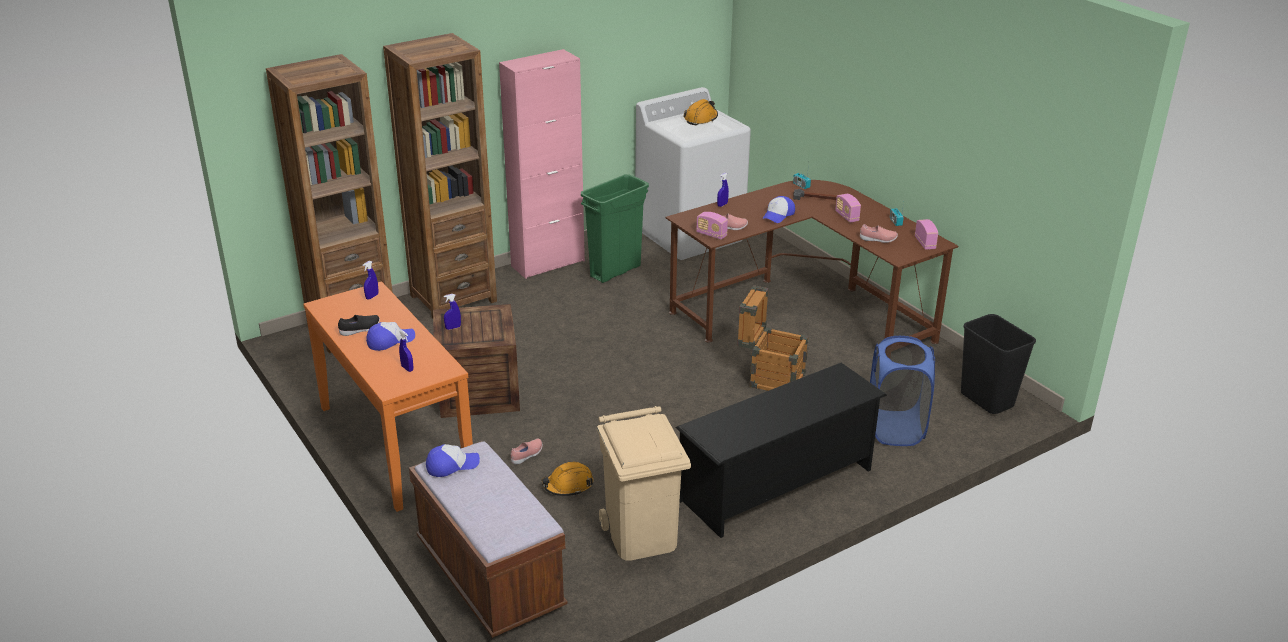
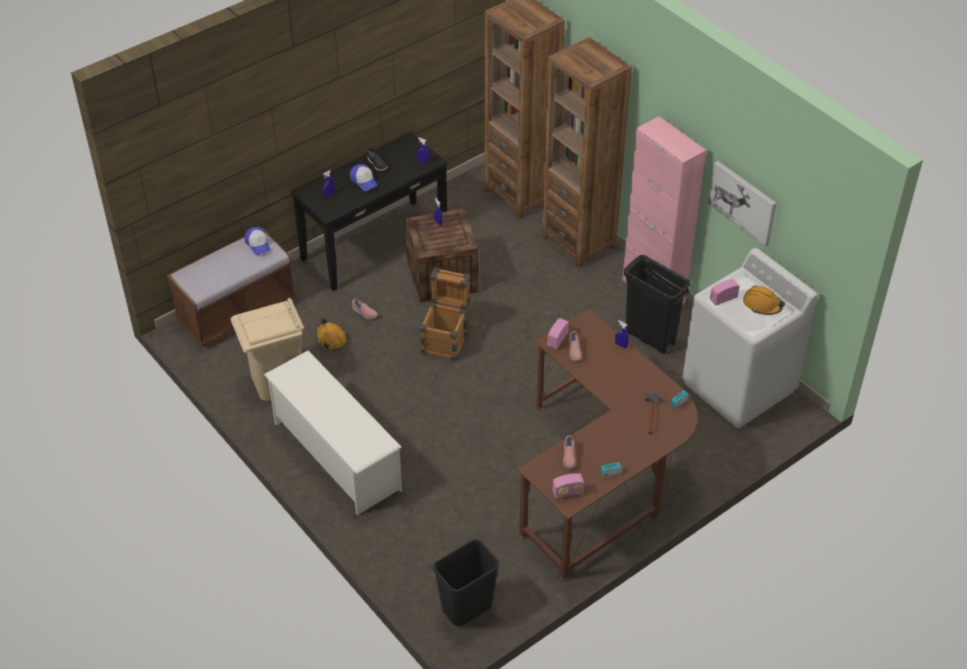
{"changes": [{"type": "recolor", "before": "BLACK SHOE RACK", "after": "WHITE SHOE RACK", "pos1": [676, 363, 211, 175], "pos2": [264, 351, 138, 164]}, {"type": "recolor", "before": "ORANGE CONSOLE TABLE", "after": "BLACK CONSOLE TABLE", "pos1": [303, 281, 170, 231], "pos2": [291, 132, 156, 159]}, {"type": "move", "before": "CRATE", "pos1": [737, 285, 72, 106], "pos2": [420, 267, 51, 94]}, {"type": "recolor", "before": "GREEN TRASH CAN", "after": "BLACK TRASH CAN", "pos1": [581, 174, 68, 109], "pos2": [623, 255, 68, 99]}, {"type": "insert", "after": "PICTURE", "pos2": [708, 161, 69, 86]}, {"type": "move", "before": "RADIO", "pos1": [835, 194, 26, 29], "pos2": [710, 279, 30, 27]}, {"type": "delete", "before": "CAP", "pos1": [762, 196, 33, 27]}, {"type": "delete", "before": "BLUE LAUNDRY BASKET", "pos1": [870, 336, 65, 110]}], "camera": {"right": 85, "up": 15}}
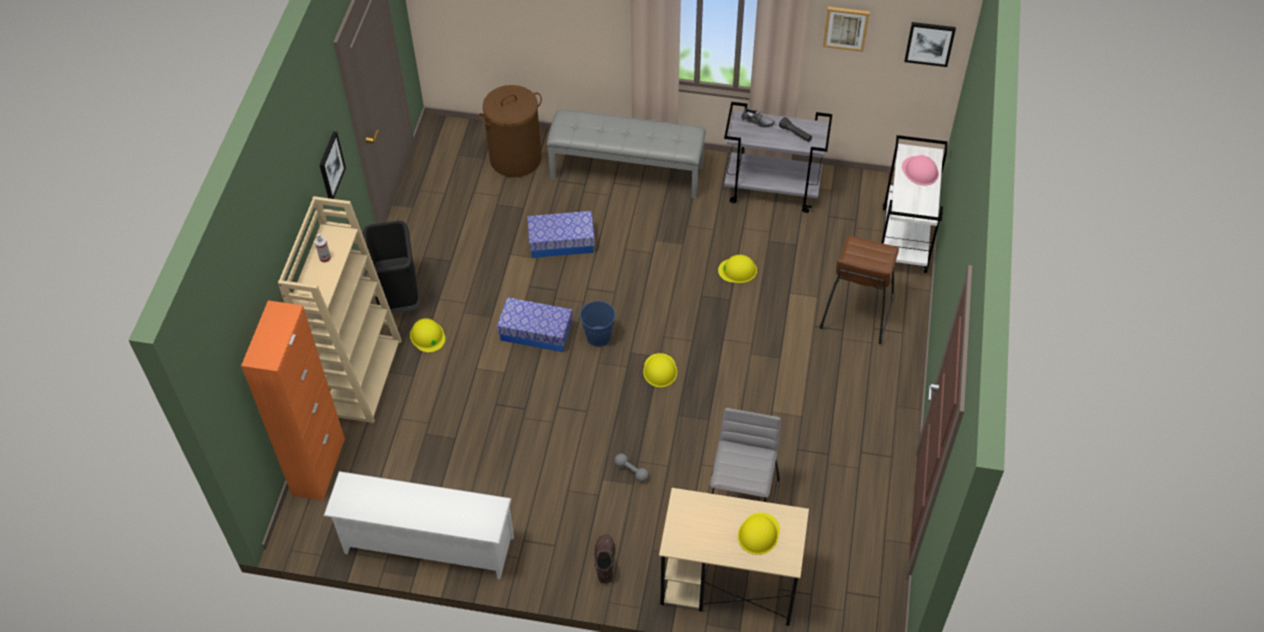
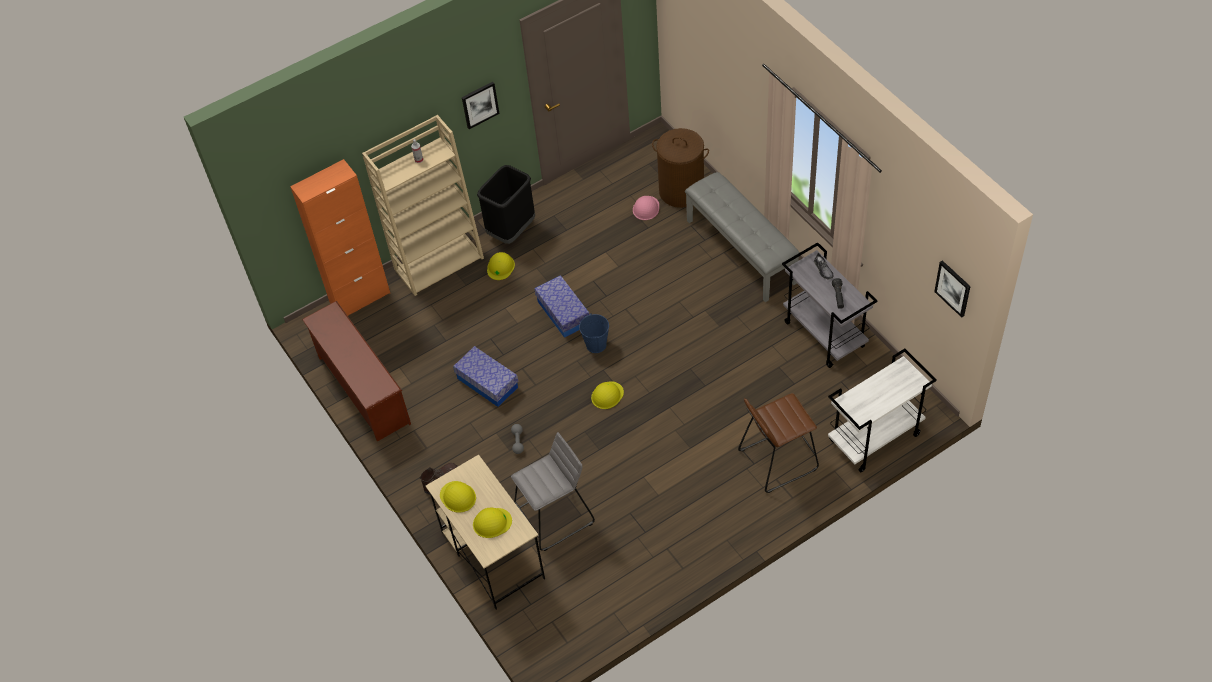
{"changes": [{"type": "recolor", "before": "WHITE SHOE RACK", "after": "BROWN SHOE RACK", "pos1": [324, 471, 190, 108], "pos2": [302, 301, 109, 141]}, {"type": "move", "before": "YELLOW HARD HAT", "pos1": [718, 255, 39, 28], "pos2": [440, 481, 36, 32]}, {"type": "move", "before": "STORAGE BOX", "pos1": [527, 211, 68, 47], "pos2": [453, 346, 66, 61]}, {"type": "move", "before": "PINK HARD HAT", "pos1": [902, 155, 37, 30], "pos2": [633, 196, 26, 24]}, {"type": "delete", "before": "PICTURE", "pos1": [823, 7, 47, 45]}], "camera": {"right": 50, "up": 0}}
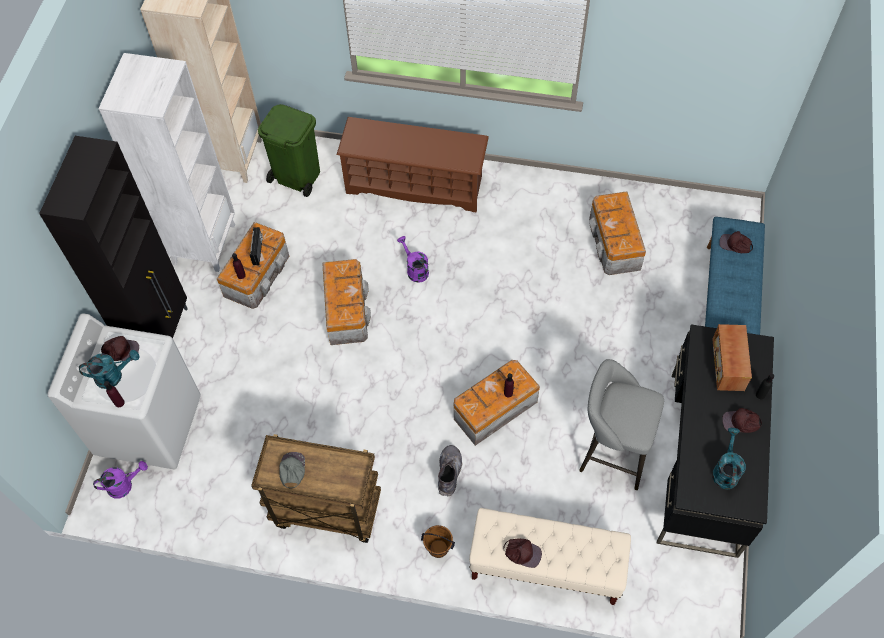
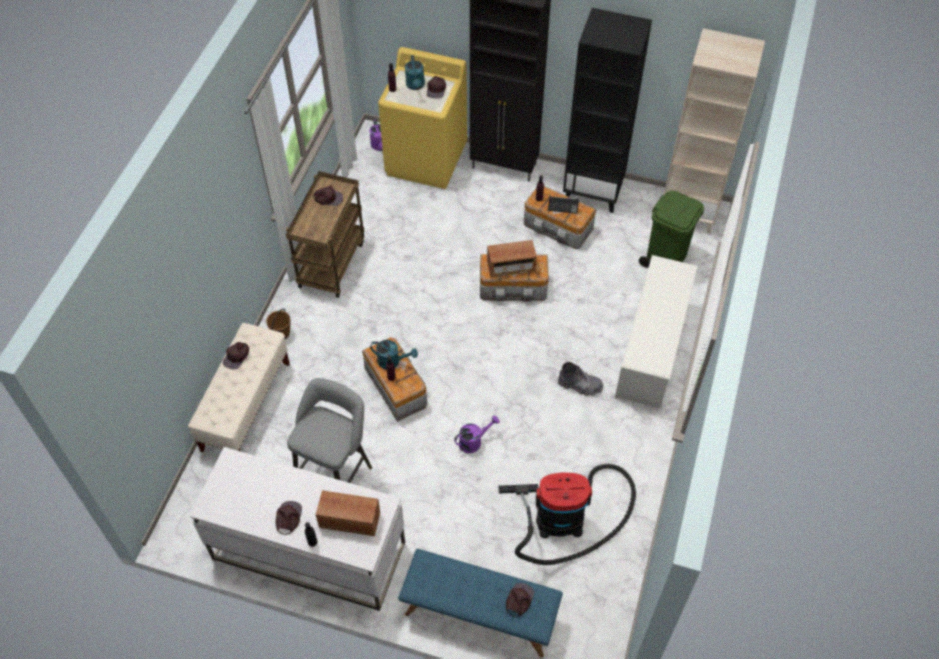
{"changes": [{"type": "recolor", "before": "BLACK DESK", "after": "WHITE DESK", "pos1": [657, 324, 117, 234], "pos2": [190, 447, 215, 164]}, {"type": "recolor", "before": "GREY CAP", "after": "BROWN CAP", "pos1": [279, 452, 26, 37], "pos2": [313, 186, 30, 20]}, {"type": "move", "before": "TURQUOISE WATERING CAN", "pos1": [712, 428, 34, 62], "pos2": [370, 340, 48, 30]}, {"type": "recolor", "before": "WHITE WASHING MACHINE", "after": "YELLOW WASHING MACHINE", "pos1": [47, 313, 153, 156], "pos2": [378, 47, 89, 142]}, {"type": "move", "before": "PURPLE WATERING CAN", "pos1": [397, 236, 32, 47], "pos2": [454, 415, 45, 38]}, {"type": "insert", "after": "RADIO", "pos2": [487, 240, 50, 38]}, {"type": "replace", "before": "STORAGE BOX", "after": "VACUUM CLEANER", "pos1": [589, 191, 57, 84], "pos2": [499, 464, 137, 101]}, {"type": "move", "before": "GREY BOOT", "pos1": [438, 445, 25, 52], "pos2": [558, 362, 45, 34]}, {"type": "recolor", "before": "WHITE BOOKCASE", "after": "BLACK BOOKCASE", "pos1": [98, 53, 137, 219], "pos2": [563, 8, 89, 205]}, {"type": "recolor", "before": "BROWN SHOE RACK", "after": "WHITE SHOE RACK", "pos1": [336, 117, 153, 96], "pos2": [615, 255, 83, 153]}], "camera": {"right": 95, "up": -5}}
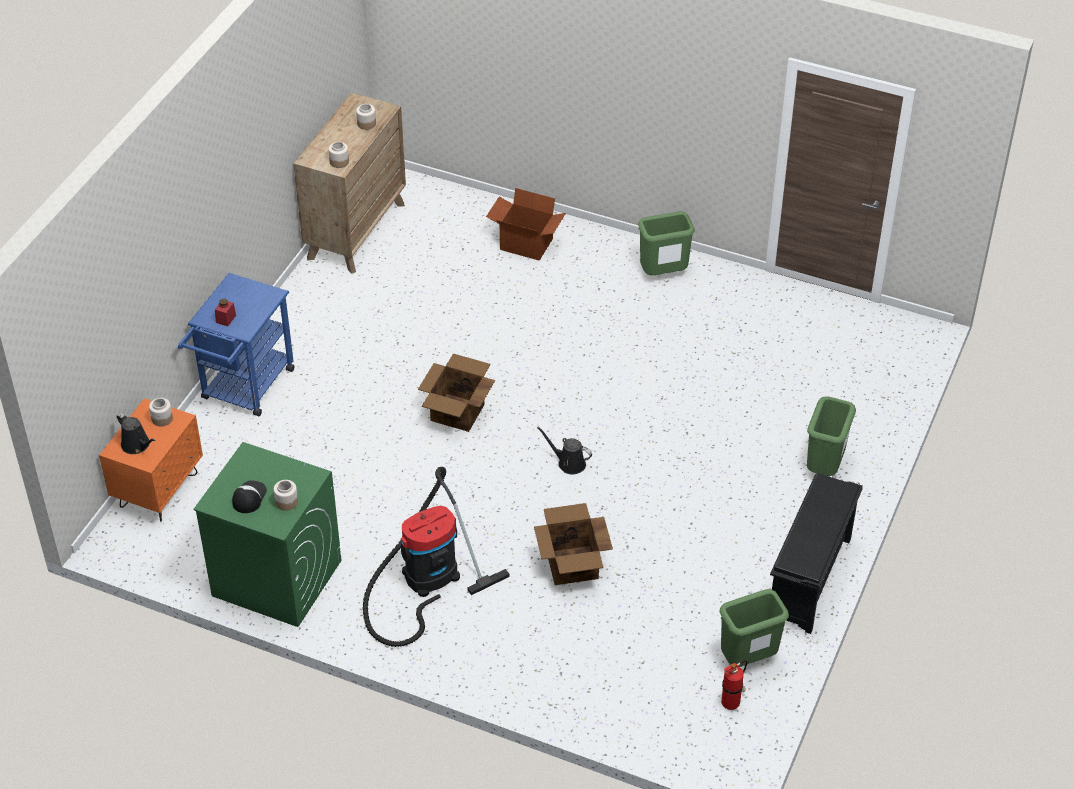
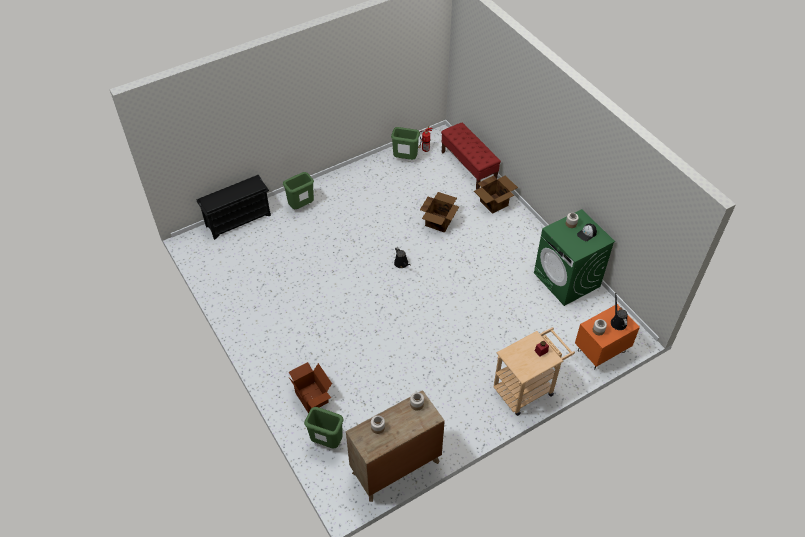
{"changes": [{"type": "move", "before": "BLACK SHOE RACK", "pos1": [770, 473, 93, 161], "pos2": [197, 175, 74, 65]}, {"type": "move", "before": "GREEN TRASH CAN", "pos1": [638, 211, 57, 64], "pos2": [304, 407, 40, 42]}, {"type": "insert", "after": "RED BENCH", "pos2": [441, 122, 60, 68]}, {"type": "move", "before": "CARDBOARD BOX", "pos1": [418, 354, 77, 78], "pos2": [474, 175, 44, 39]}, {"type": "recolor", "before": "BLUE CART", "after": "BEIGE CART", "pos1": [178, 273, 116, 144], "pos2": [493, 327, 82, 89]}, {"type": "delete", "before": "VACUUM CLEANER", "pos1": [363, 467, 146, 180]}], "camera": {"right": -145, "up": 5}}
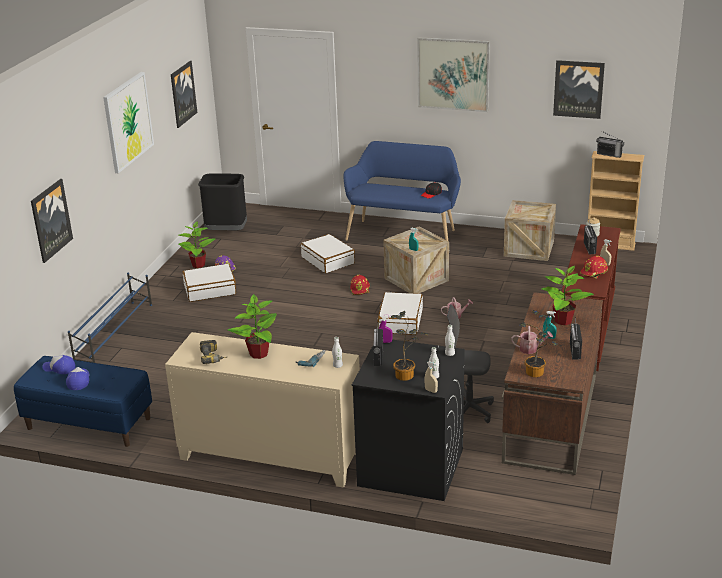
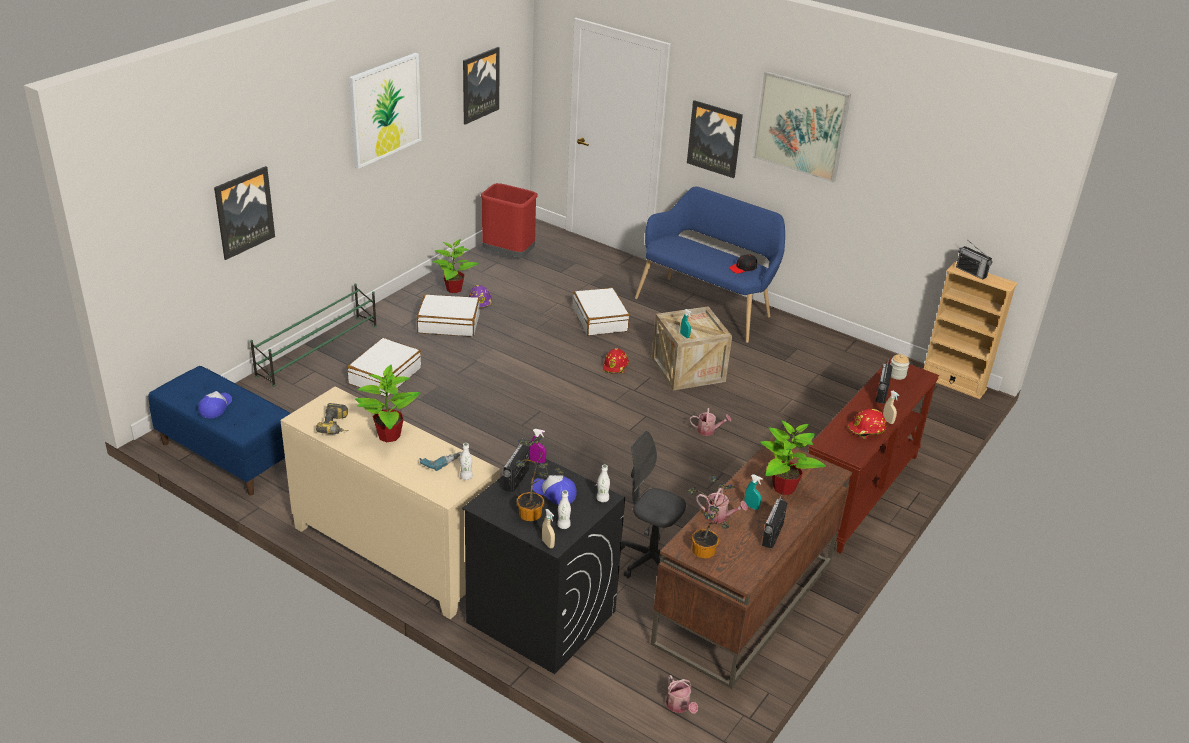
{"changes": [{"type": "recolor", "before": "BLUE SHOE RACK", "after": "GREEN SHOE RACK", "pos1": [68, 272, 84, 91], "pos2": [250, 284, 127, 103]}, {"type": "move", "before": "WHITE SUITCASE", "pos1": [378, 292, 45, 43], "pos2": [347, 338, 74, 59]}, {"type": "recolor", "before": "BLACK TRASH CAN", "after": "RED TRASH CAN", "pos1": [198, 173, 49, 57], "pos2": [481, 183, 57, 74]}, {"type": "move", "before": "CAP", "pos1": [42, 355, 33, 19], "pos2": [532, 475, 45, 30]}, {"type": "insert", "after": "WATERING CAN", "pos2": [666, 675, 32, 39]}, {"type": "move", "before": "PICTURE", "pos1": [553, 60, 52, 59], "pos2": [687, 100, 56, 78]}, {"type": "delete", "before": "CRATE", "pos1": [504, 200, 52, 61]}], "camera": {"right": 15, "up": 5}}
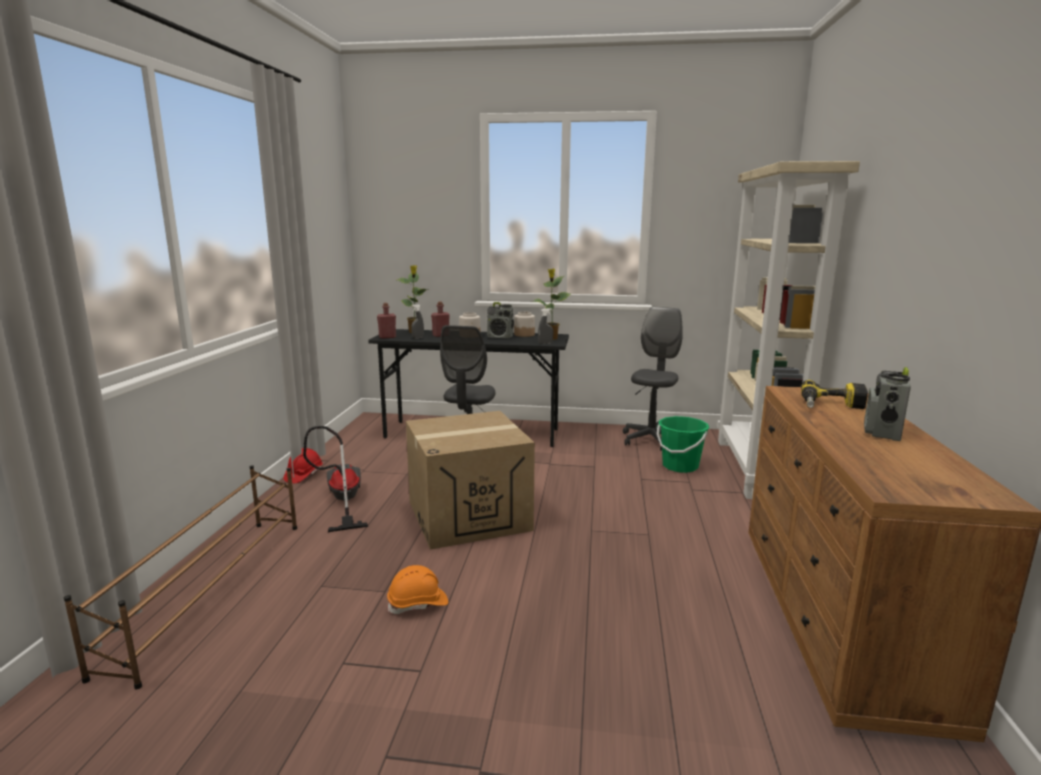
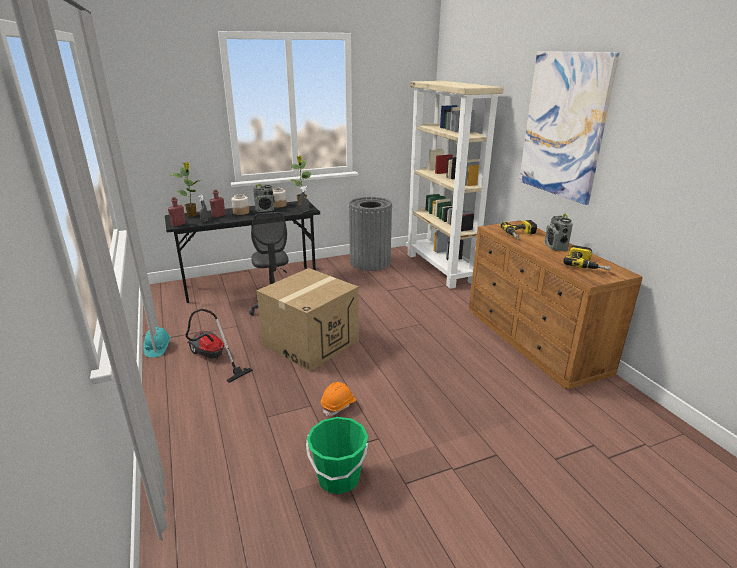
{"changes": [{"type": "recolor", "before": "RED HARD HAT", "after": "TURQUOISE HARD HAT", "pos1": [284, 448, 39, 35], "pos2": [143, 327, 28, 30]}, {"type": "move", "before": "GREEN BUCKET", "pos1": [657, 416, 52, 57], "pos2": [306, 417, 62, 77]}, {"type": "replace", "before": "GREY OFFICE CHAIR", "after": "GREY TRASH CAN", "pos1": [623, 307, 60, 144], "pos2": [349, 197, 43, 74]}, {"type": "insert", "after": "PICTURE", "pos2": [519, 51, 101, 154]}, {"type": "insert", "after": "POWER DRILL", "pos2": [563, 245, 47, 26]}, {"type": "delete", "before": "BROWN SHOE RACK", "pos1": [64, 465, 233, 224]}], "camera": {"right": -30, "up": 10}}
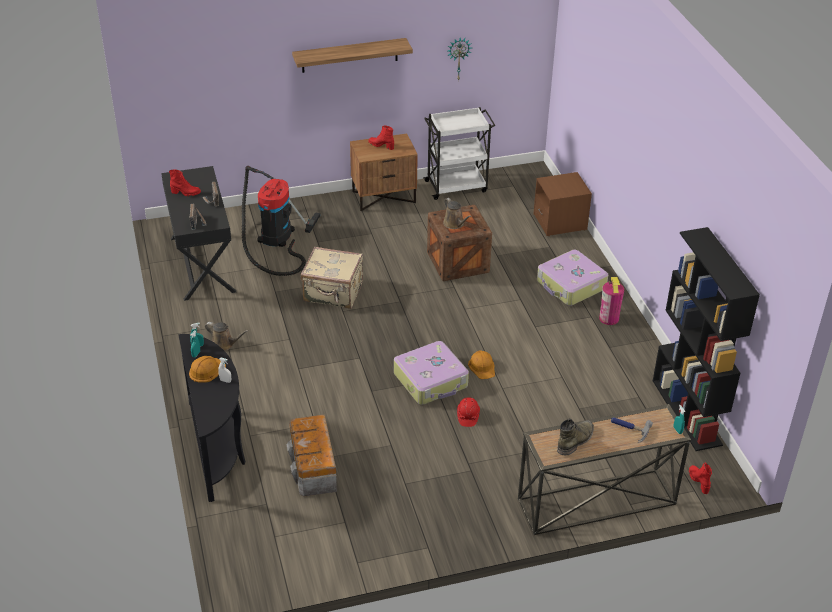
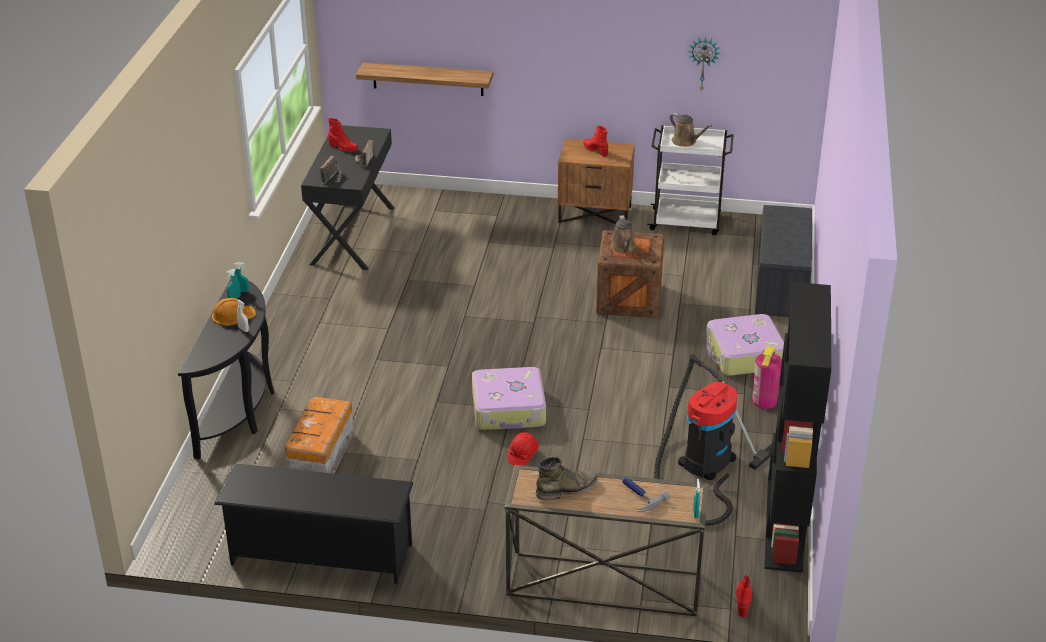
{"changes": [{"type": "insert", "after": "BLACK SHOE RACK", "pos2": [214, 463, 200, 121]}, {"type": "move", "before": "SHELF", "pos1": [292, 38, 121, 35], "pos2": [356, 62, 137, 34]}, {"type": "move", "before": "VACUUM CLEANER", "pos1": [242, 166, 78, 110], "pos2": [654, 354, 118, 172]}, {"type": "move", "before": "BROWN WATERING CAN", "pos1": [205, 322, 44, 29], "pos2": [670, 113, 42, 34]}, {"type": "replace", "before": "BROWN NIGHTSTAND", "after": "GREY BENCH", "pos1": [533, 172, 59, 64], "pos2": [755, 205, 57, 112]}, {"type": "delete", "before": "BEIGE SUITCASE", "pos1": [301, 247, 62, 62]}, {"type": "delete", "before": "ORANGE HARD HAT", "pos1": [468, 350, 27, 29]}], "camera": {"right": 25, "up": -5}}
